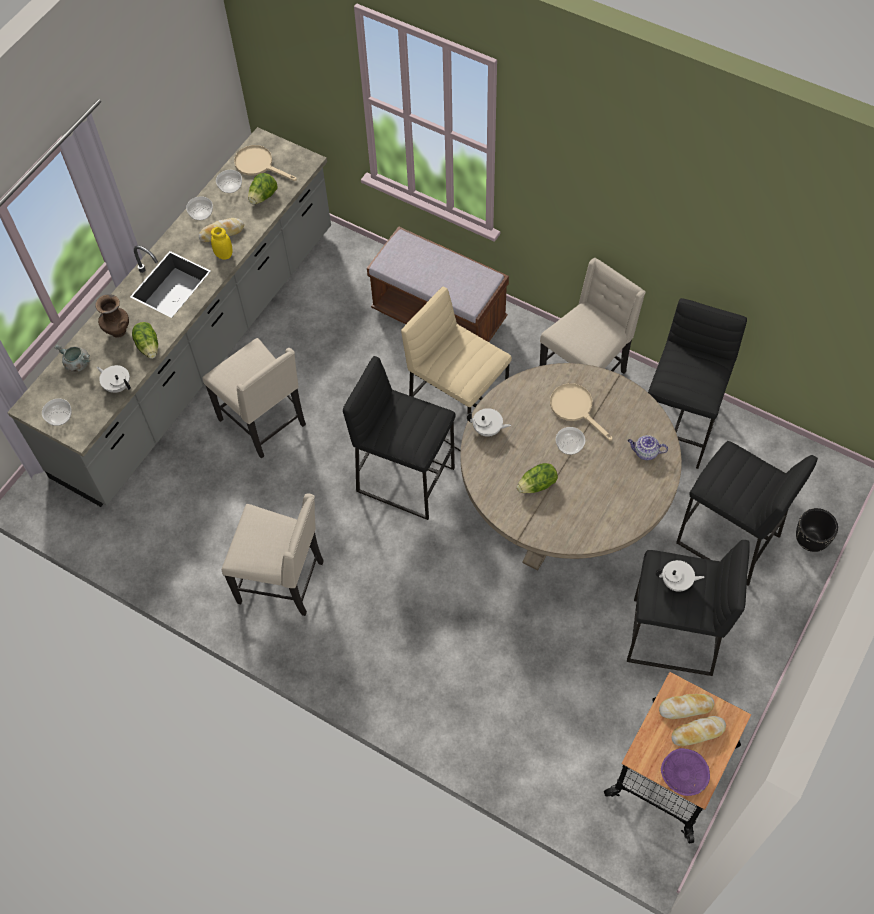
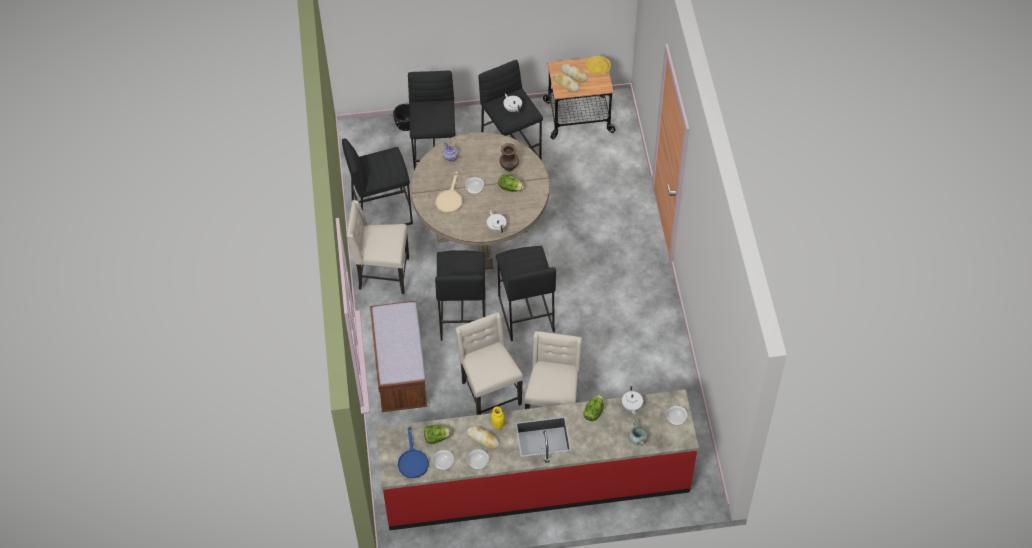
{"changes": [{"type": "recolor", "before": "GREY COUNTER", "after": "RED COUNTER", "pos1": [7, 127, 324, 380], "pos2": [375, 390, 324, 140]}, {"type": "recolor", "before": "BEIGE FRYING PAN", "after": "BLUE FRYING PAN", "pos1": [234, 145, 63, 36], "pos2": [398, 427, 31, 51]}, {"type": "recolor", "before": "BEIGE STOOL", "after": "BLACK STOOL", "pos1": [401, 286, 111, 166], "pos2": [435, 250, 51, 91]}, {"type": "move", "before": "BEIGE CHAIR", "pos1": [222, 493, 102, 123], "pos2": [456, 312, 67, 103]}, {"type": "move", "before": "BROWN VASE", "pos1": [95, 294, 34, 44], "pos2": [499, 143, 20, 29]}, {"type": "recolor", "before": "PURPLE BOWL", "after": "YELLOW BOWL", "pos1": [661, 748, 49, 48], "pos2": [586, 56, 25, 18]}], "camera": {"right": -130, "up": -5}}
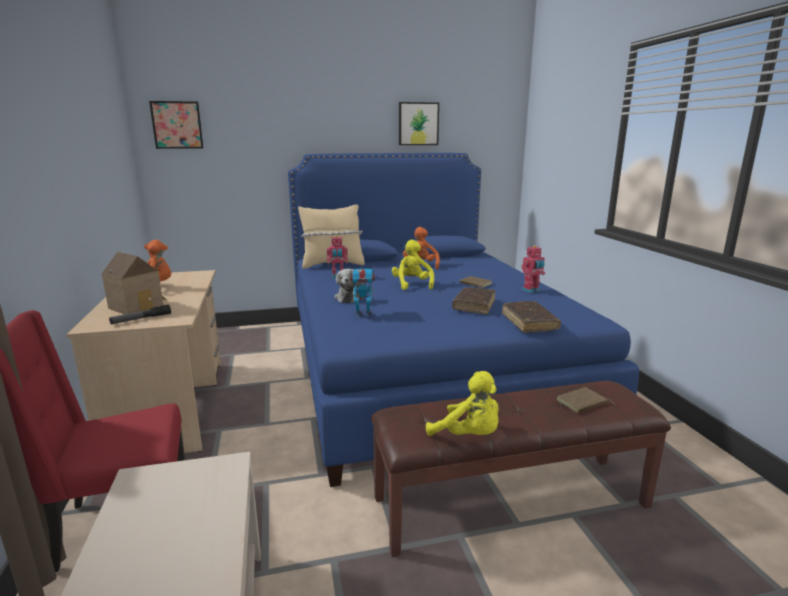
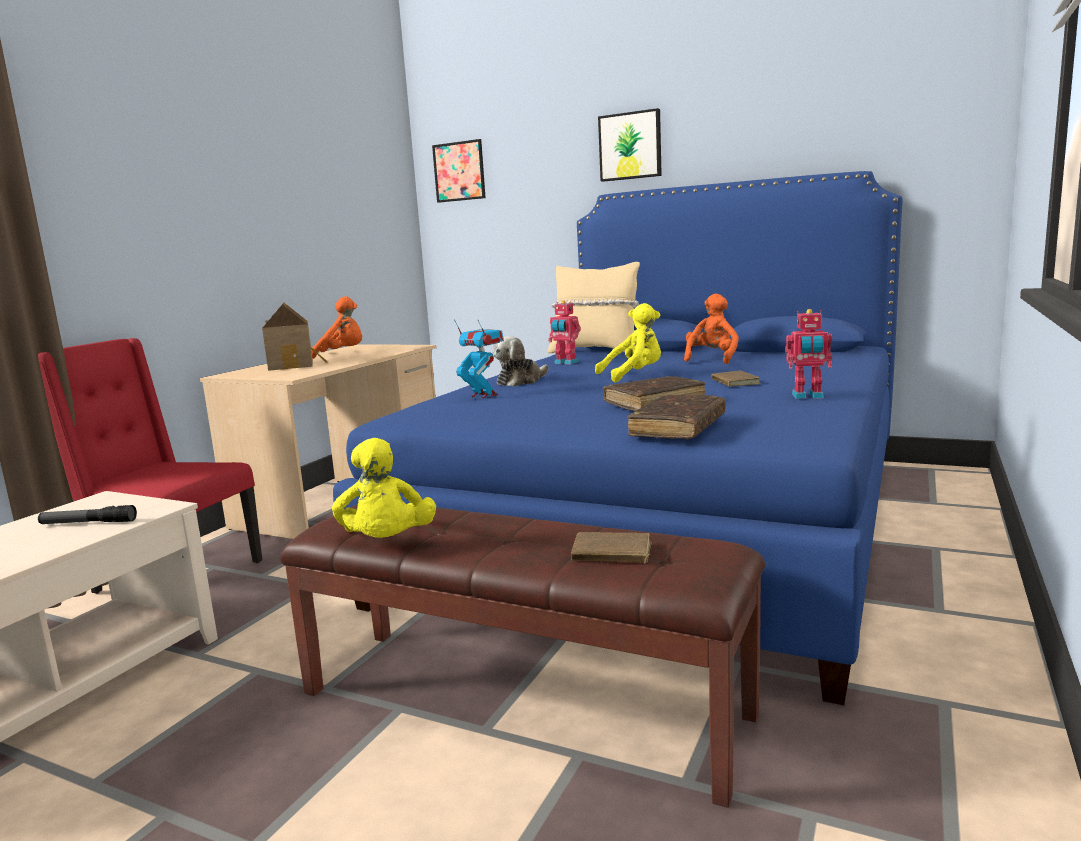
{"changes": [{"type": "move", "before": "FLASHLIGHT", "pos1": [109, 305, 62, 19], "pos2": [38, 505, 99, 19]}, {"type": "rotate", "before": "YELLOW PLUSH TOY", "pos1": [392, 240, 42, 50], "pos2": [595, 303, 66, 80], "turn": 45}, {"type": "move", "before": "PICTURE", "pos1": [399, 102, 40, 43], "pos2": [598, 108, 64, 74]}], "camera": {"right": 40, "up": -5}}
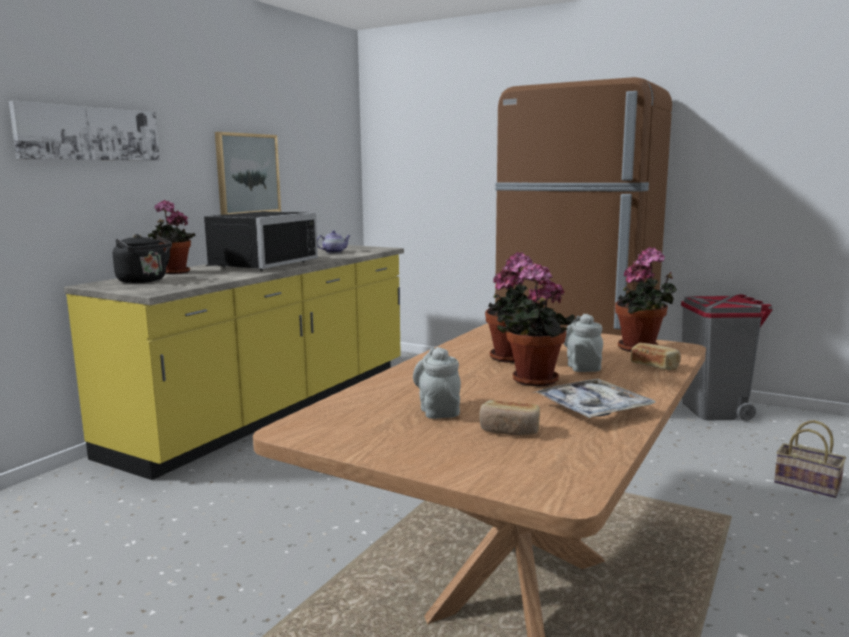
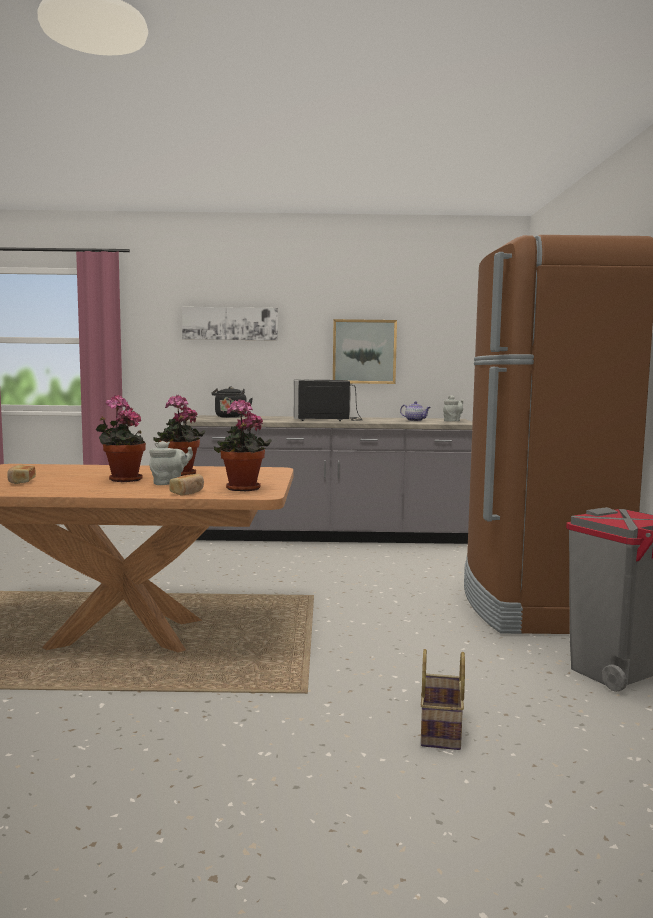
{"changes": [{"type": "recolor", "before": "YELLOW COUNTER", "after": "GREY COUNTER", "pos1": [64, 245, 340, 235], "pos2": [183, 415, 290, 129]}, {"type": "rotate", "before": "BLACK MICROWAVE", "pos1": [204, 211, 114, 60], "pos2": [294, 380, 69, 41], "turn": 90}, {"type": "move", "before": "GREY TEAPOT", "pos1": [413, 347, 48, 72], "pos2": [443, 395, 21, 27]}, {"type": "delete", "before": "POTTED PLANT", "pos1": [148, 200, 48, 74]}, {"type": "delete", "before": "TRAY", "pos1": [533, 379, 123, 39]}], "camera": {"right": 60, "up": -5}}
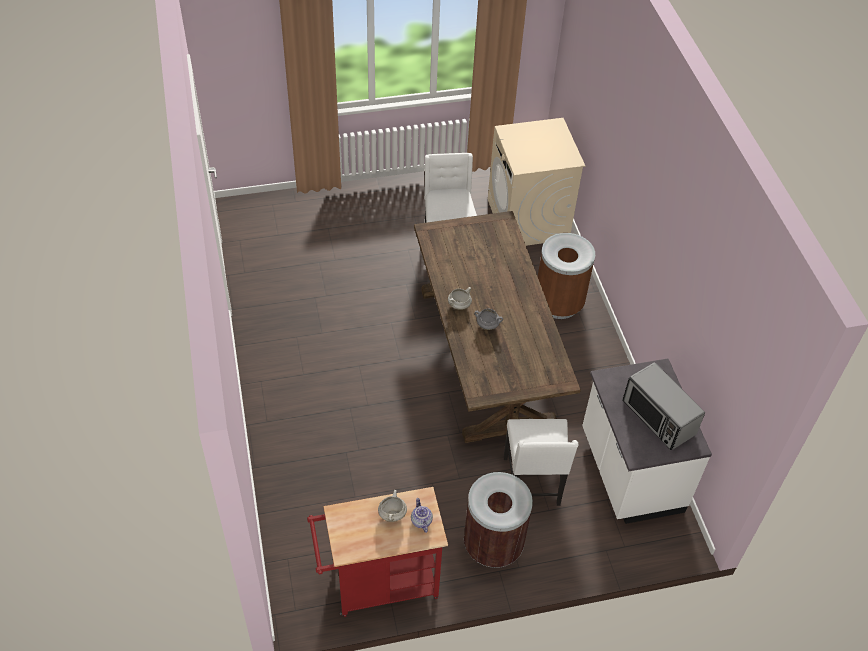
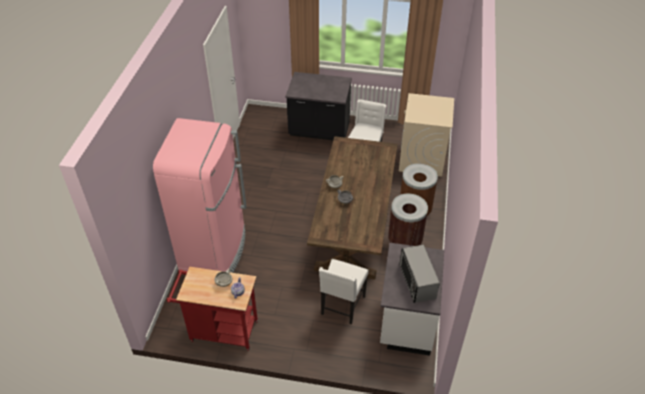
{"changes": [{"type": "insert", "after": "PINK FRIDGE", "pos2": [153, 118, 93, 157]}, {"type": "insert", "after": "BLACK COUNTER", "pos2": [285, 72, 67, 68]}, {"type": "move", "before": "BROWN TRASH CAN", "pos1": [464, 472, 69, 96], "pos2": [388, 194, 40, 52]}], "camera": {"right": 25, "up": -5}}
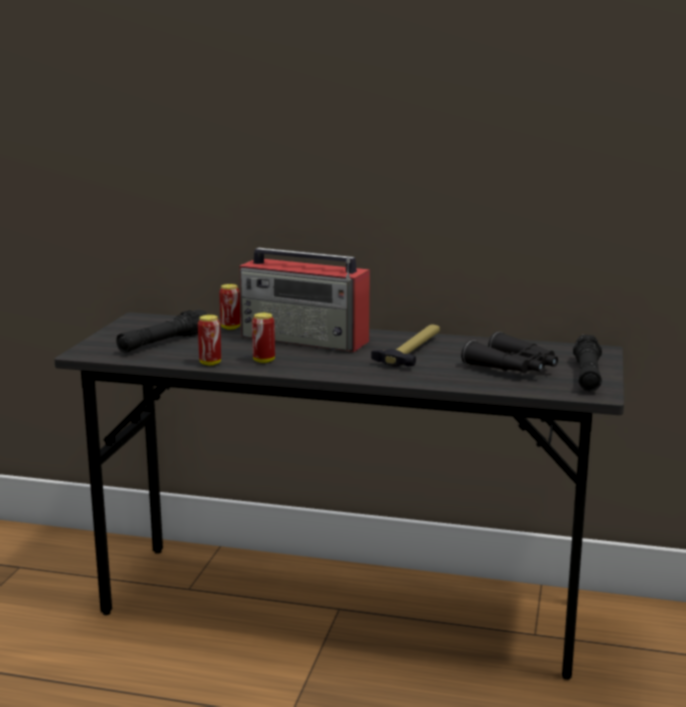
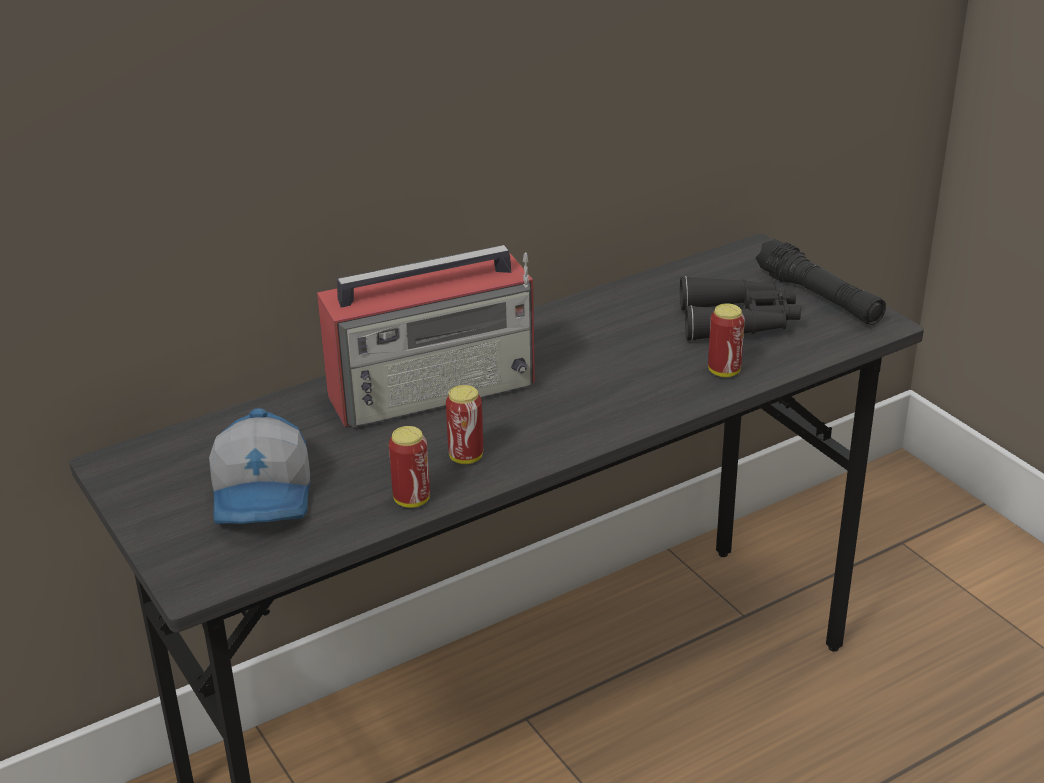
{"changes": [{"type": "replace", "before": "BLACK FLASHLIGHT", "after": "CAP", "pos1": [116, 309, 90, 44], "pos2": [209, 408, 101, 116]}, {"type": "move", "before": "CAN", "pos1": [219, 284, 21, 46], "pos2": [708, 303, 37, 74]}, {"type": "delete", "before": "HAMMER", "pos1": [371, 325, 69, 42]}], "camera": {"right": -45, "up": 15}}
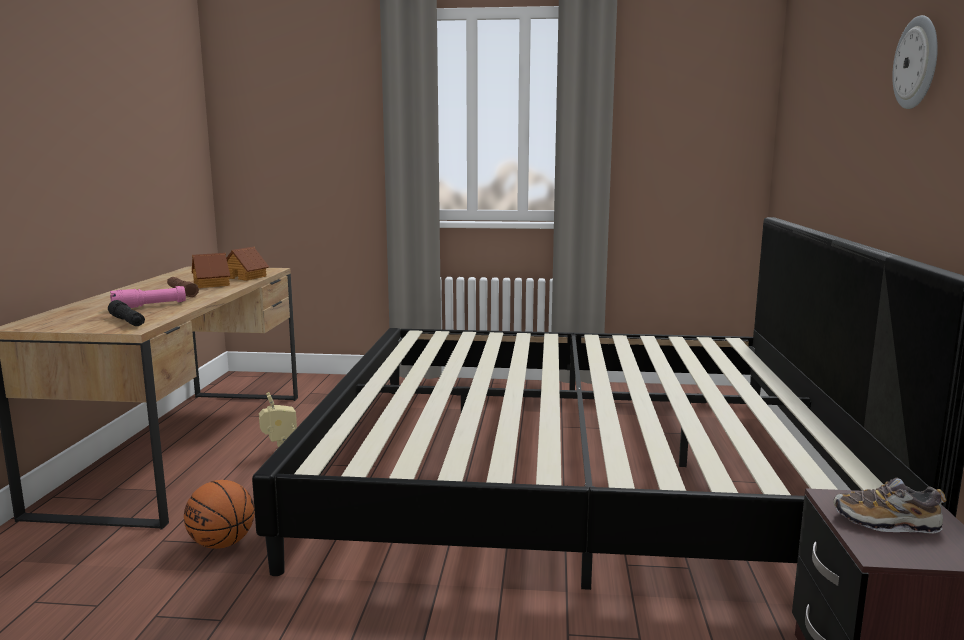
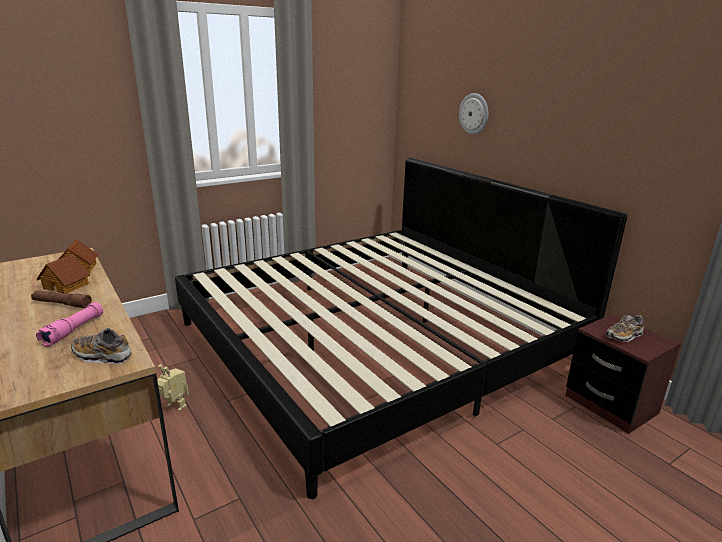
{"changes": [{"type": "replace", "before": "BLACK FLASHLIGHT", "after": "SHOE", "pos1": [108, 300, 37, 26], "pos2": [71, 328, 61, 36]}, {"type": "move", "before": "WALL CLOCK", "pos1": [892, 15, 46, 94], "pos2": [459, 93, 29, 42]}, {"type": "delete", "before": "BASKETBALL", "pos1": [184, 480, 71, 69]}], "camera": {"right": -40, "up": 10}}
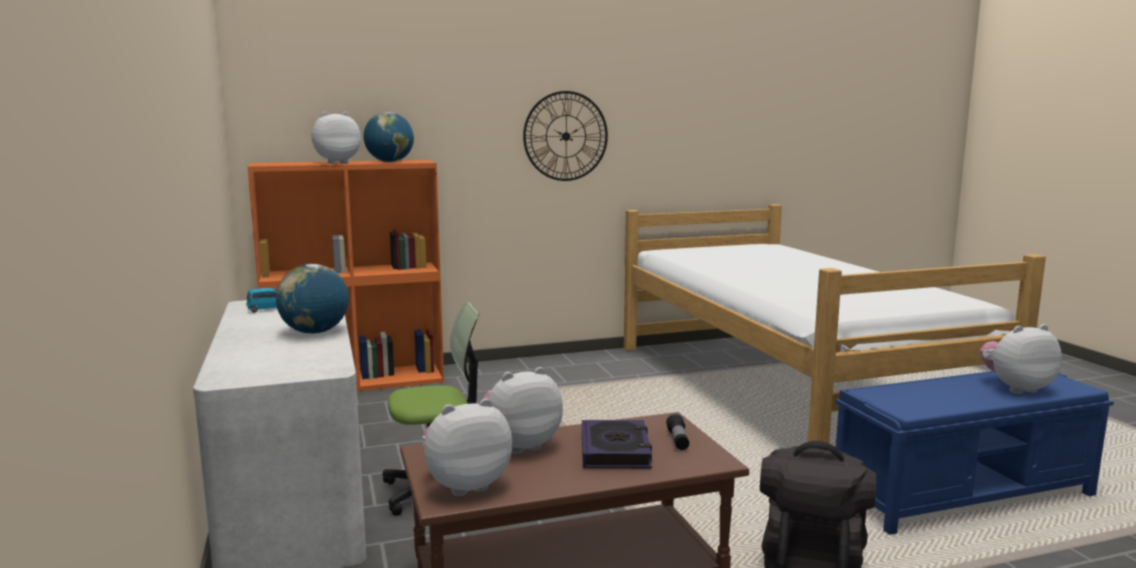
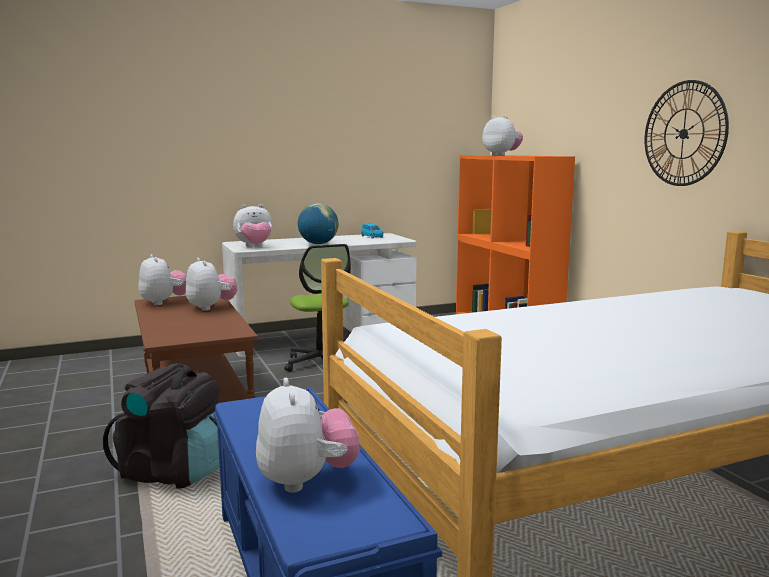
{"changes": [{"type": "insert", "after": "PLUSH TOY", "pos2": [233, 204, 40, 43]}, {"type": "delete", "before": "GLOBE", "pos1": [363, 112, 51, 50]}, {"type": "delete", "before": "BOOK", "pos1": [582, 420, 70, 48]}, {"type": "delete", "before": "FLASHLIGHT", "pos1": [666, 414, 23, 36]}], "camera": {"right": 85, "up": 0}}
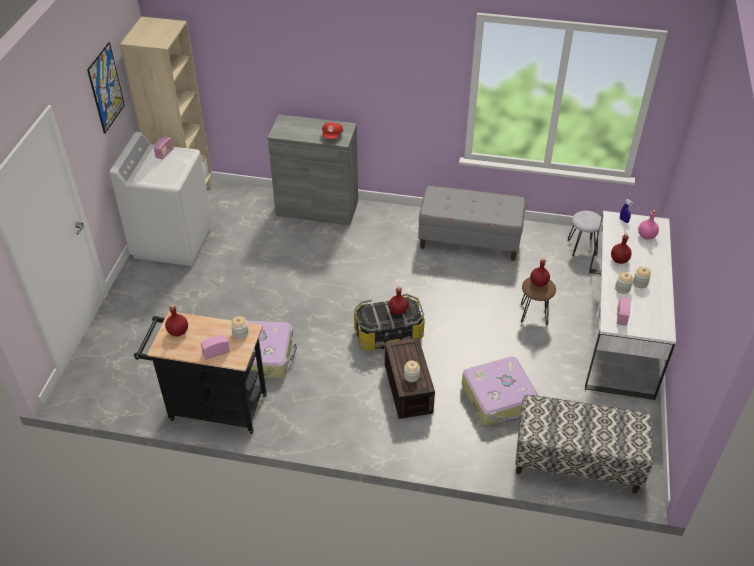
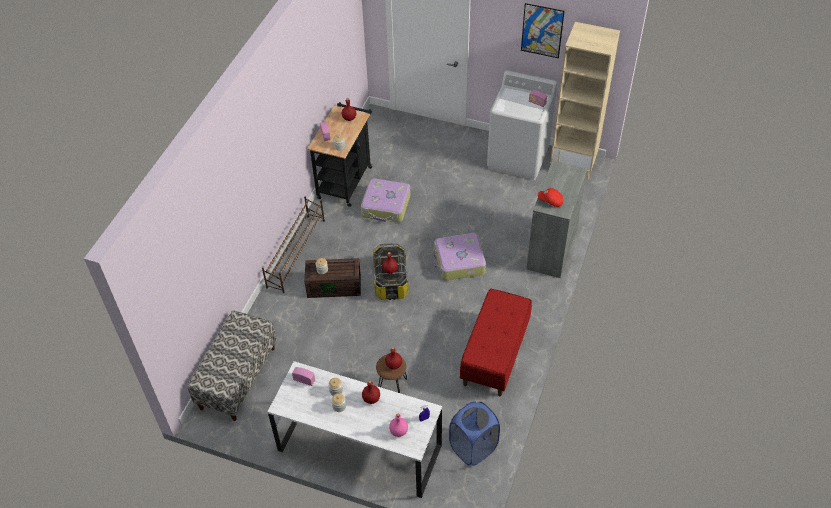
{"changes": [{"type": "insert", "after": "BROWN SHOE RACK", "pos2": [262, 197, 63, 96]}, {"type": "move", "before": "SUITCASE", "pos1": [462, 357, 77, 69], "pos2": [433, 233, 53, 48]}, {"type": "replace", "before": "GREY STOOL", "after": "BLUE LAUNDRY BASKET", "pos1": [567, 211, 35, 46], "pos2": [449, 401, 51, 65]}, {"type": "recolor", "before": "GREY BENCH", "after": "RED BENCH", "pos1": [418, 185, 108, 76], "pos2": [460, 289, 72, 107]}], "camera": {"right": 100, "up": 5}}
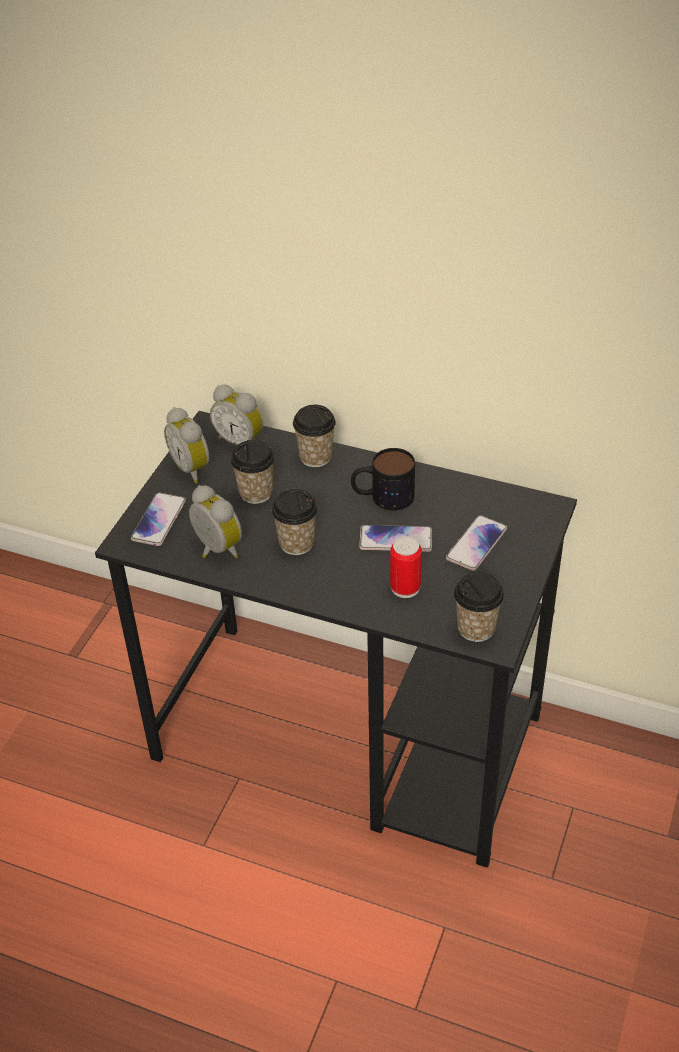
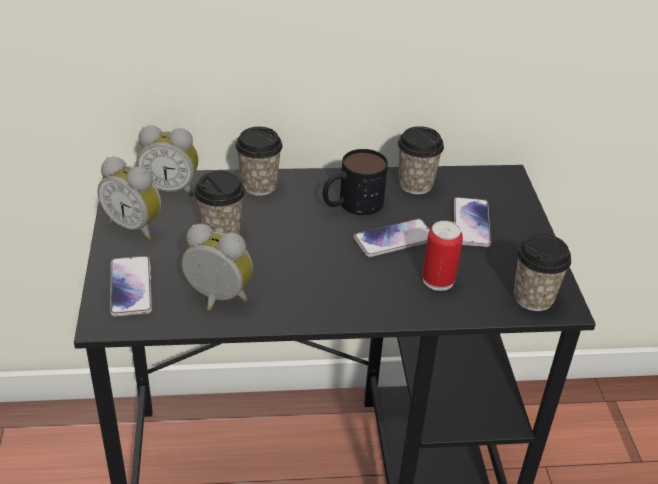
{"changes": [{"type": "move", "before": "CUP", "pos1": [271, 489, 47, 66], "pos2": [398, 126, 46, 68]}], "camera": {"right": -30, "up": -5}}
